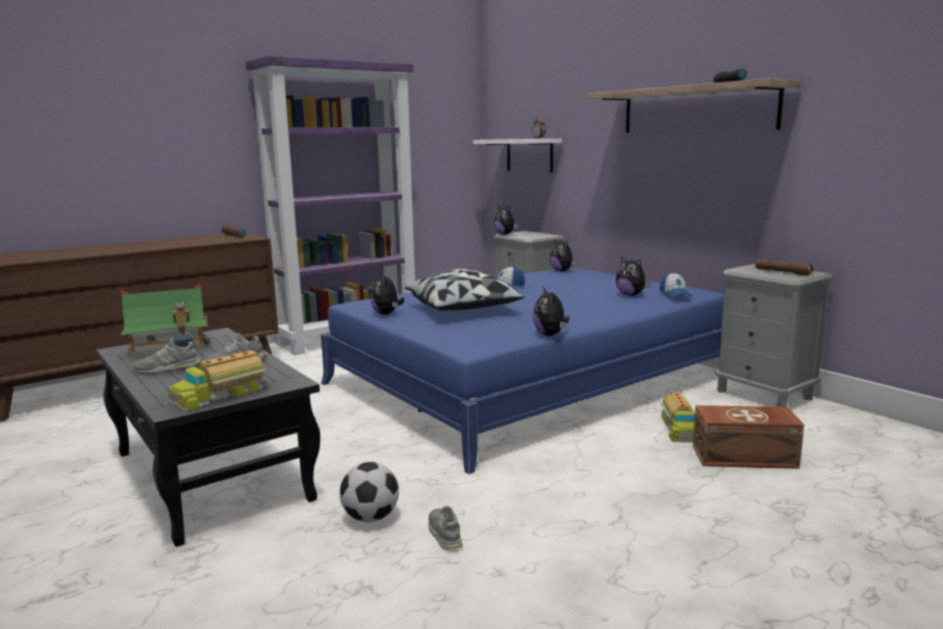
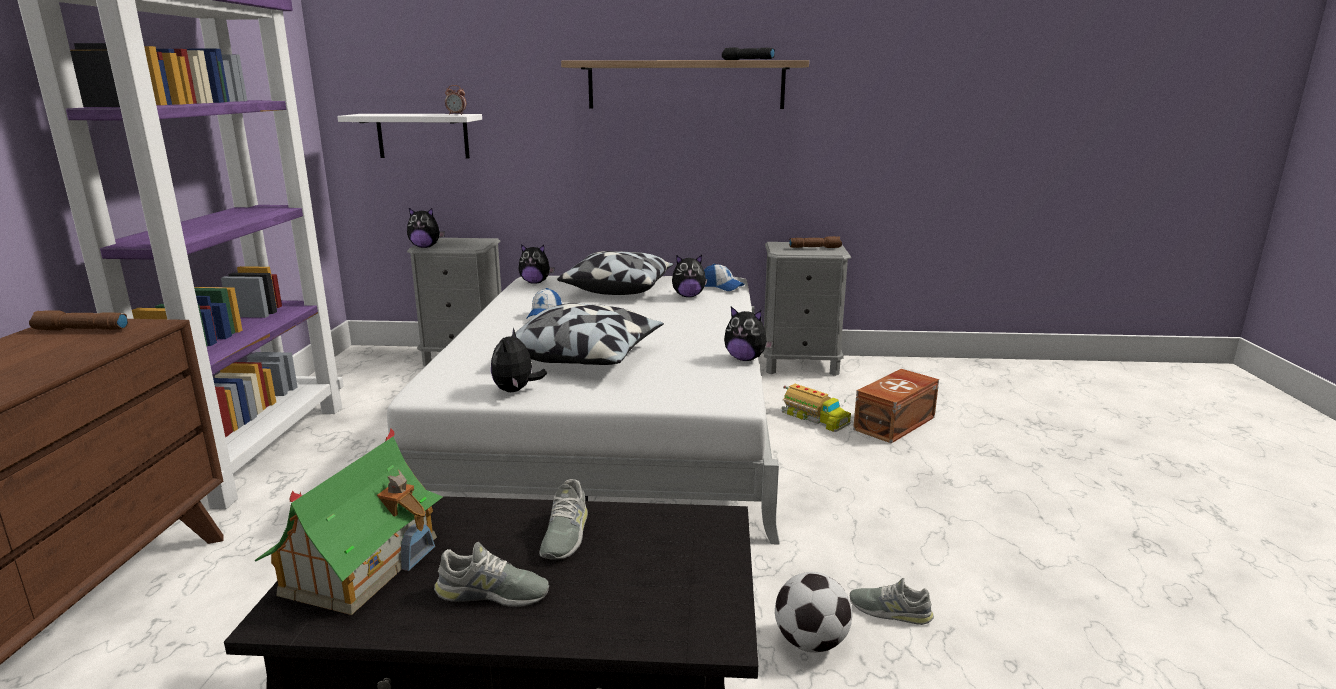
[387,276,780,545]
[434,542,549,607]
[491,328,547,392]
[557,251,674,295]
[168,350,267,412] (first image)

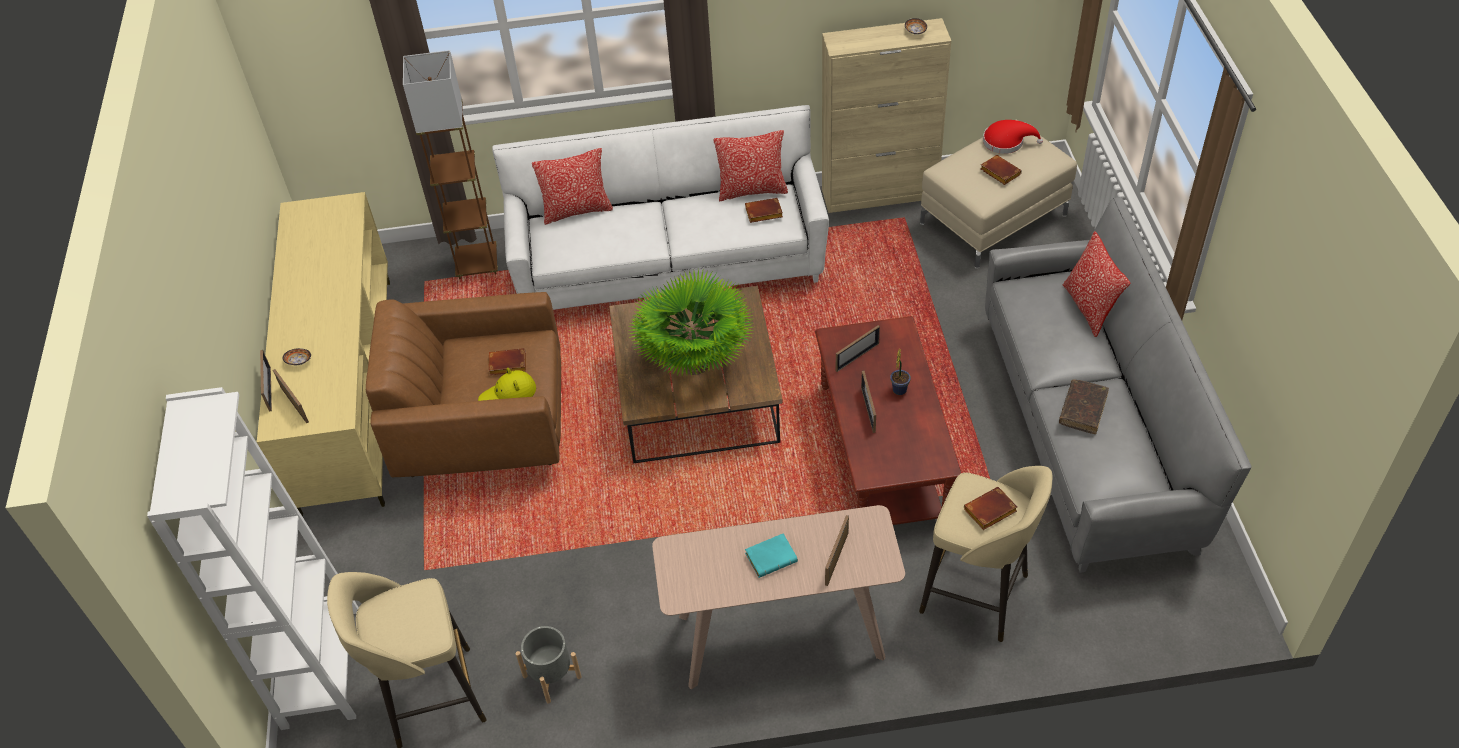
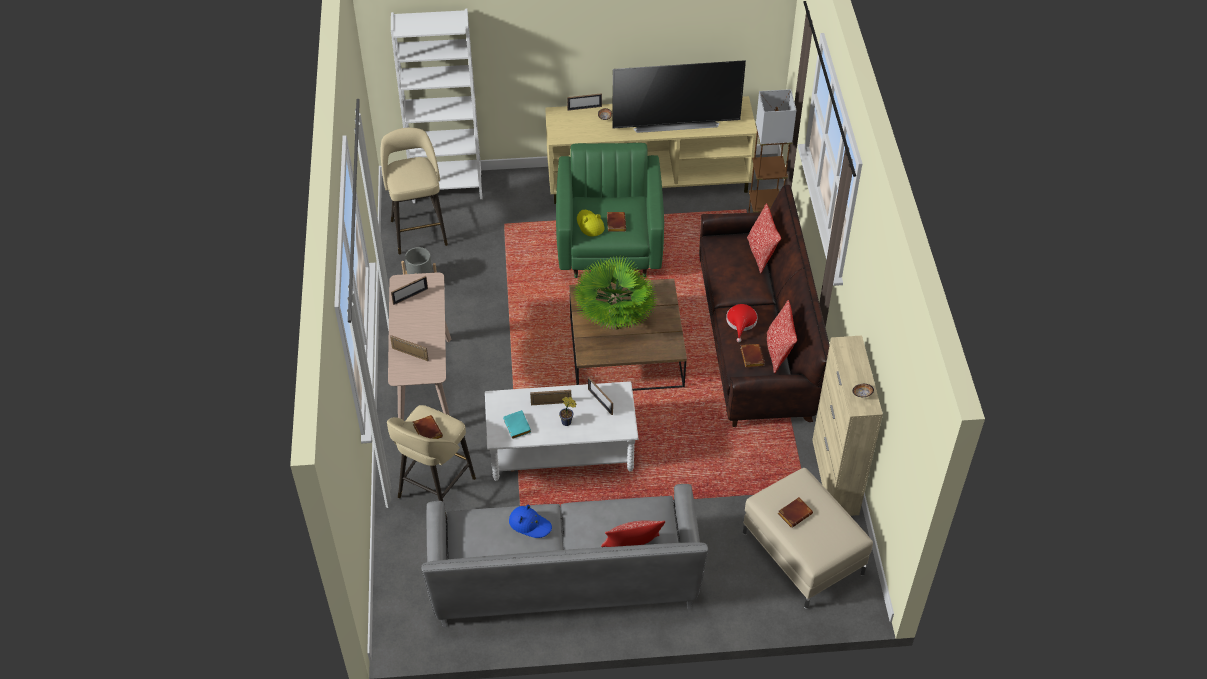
[391,276,428,305]
[485,381,639,481]
[503,410,531,439]
[509,505,552,538]
[556,143,664,278]
[612,60,746,133]
[699,185,830,427]
[726,304,758,342]

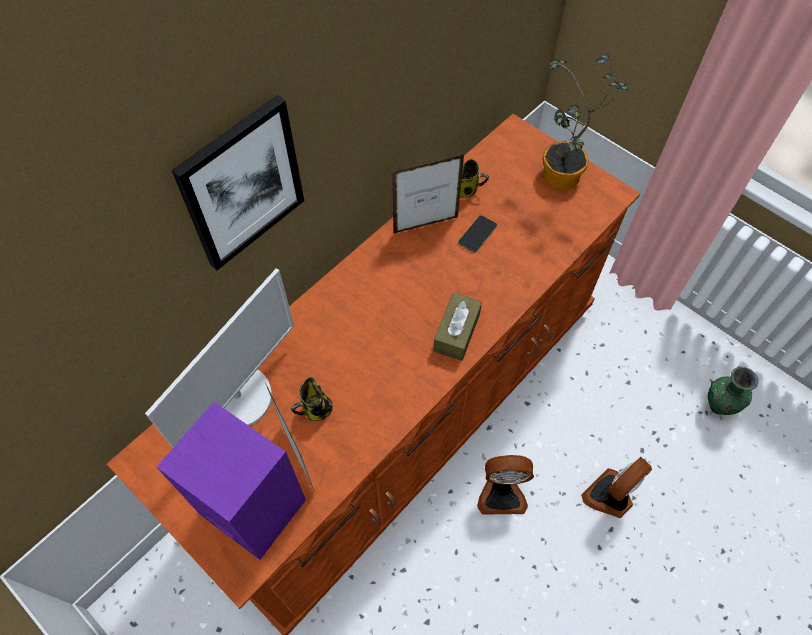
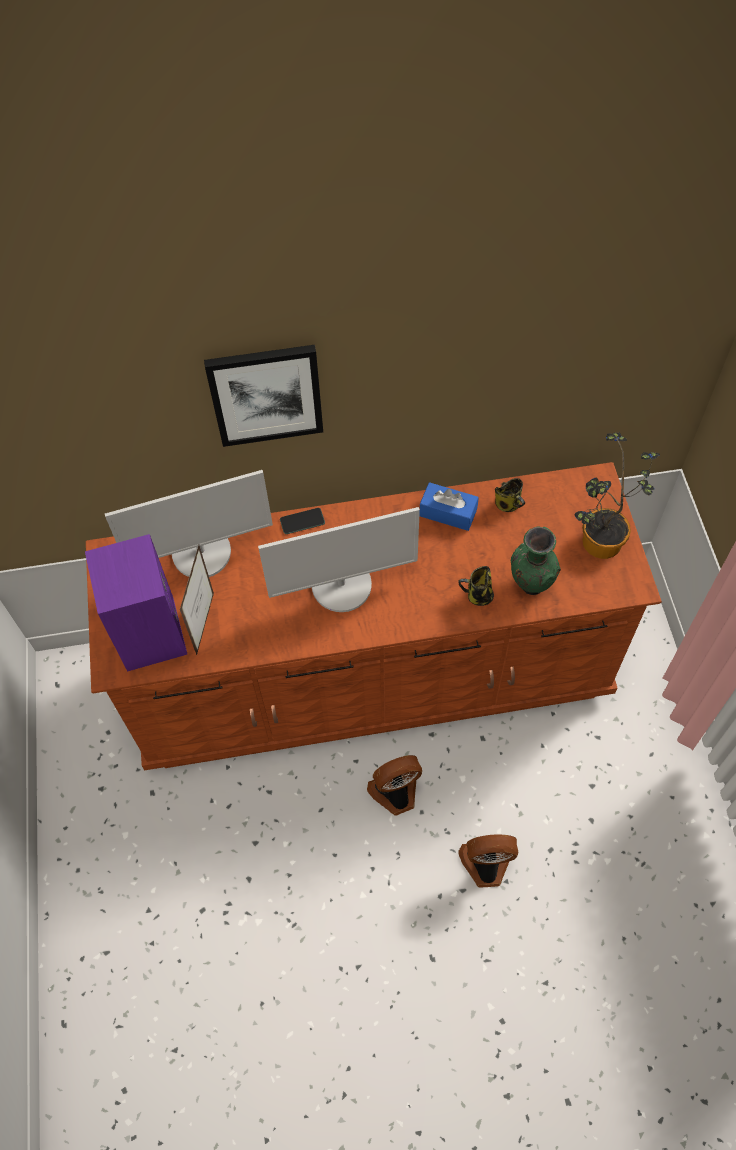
[258,507,420,612]
[280,508,325,534]
[367,755,422,816]
[419,482,479,531]
[459,566,494,606]
[511,526,561,595]
[433,293,482,361] (first image)

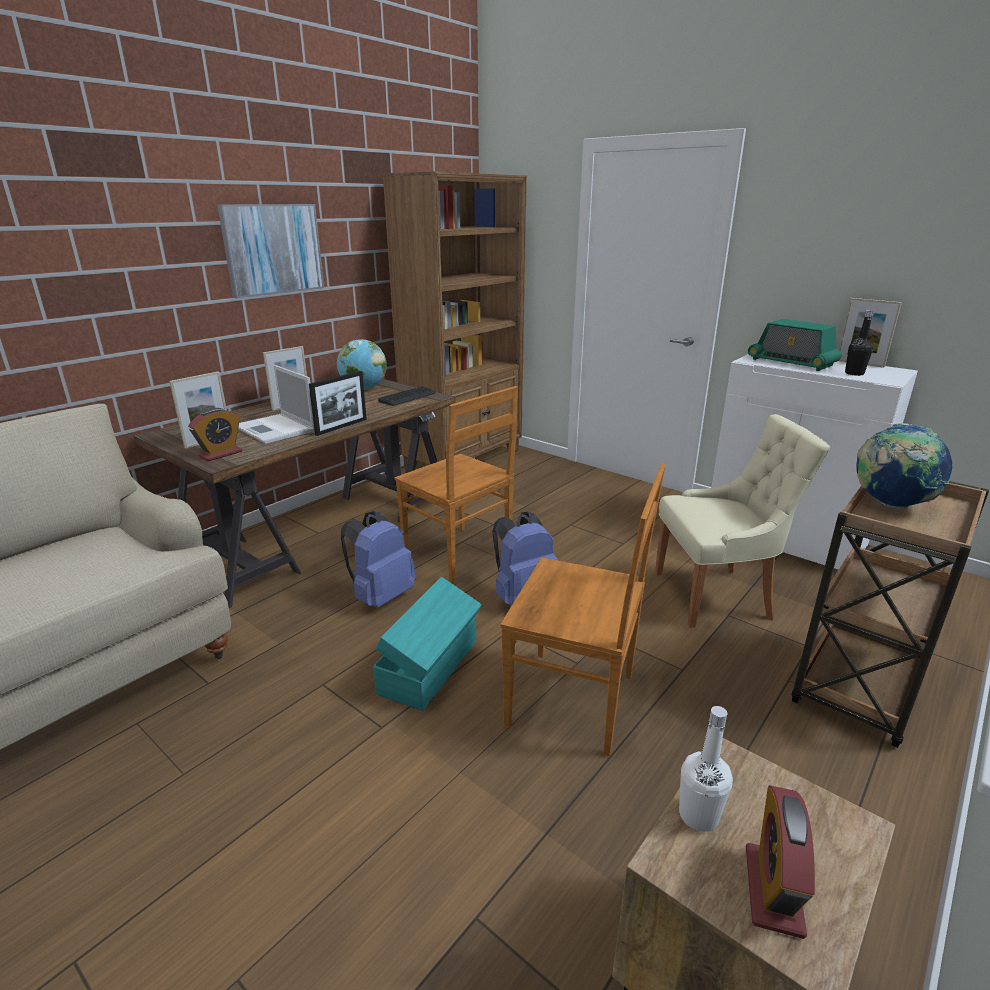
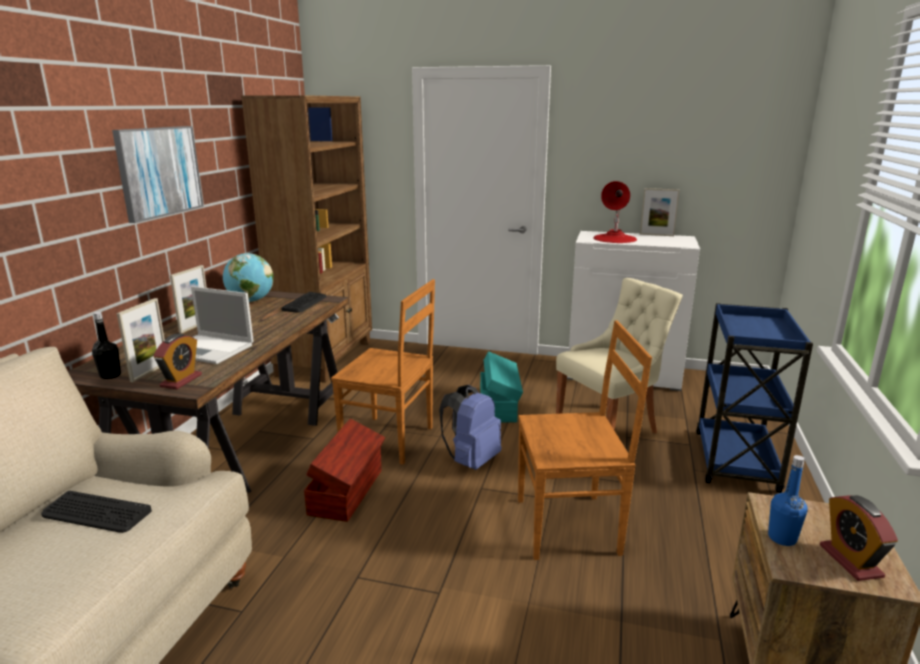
[41,491,152,533]
[92,312,121,379]
[304,419,385,522]
[480,351,523,423]
[593,181,637,243]
[696,303,813,493]
[768,455,808,546]
[309,371,367,436] (first image)
[856,423,952,509] (first image)

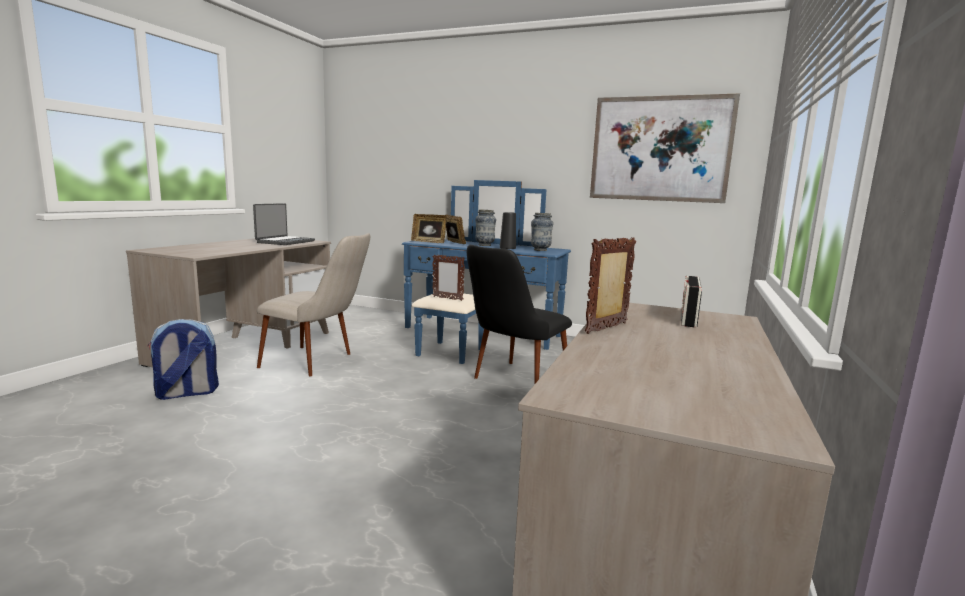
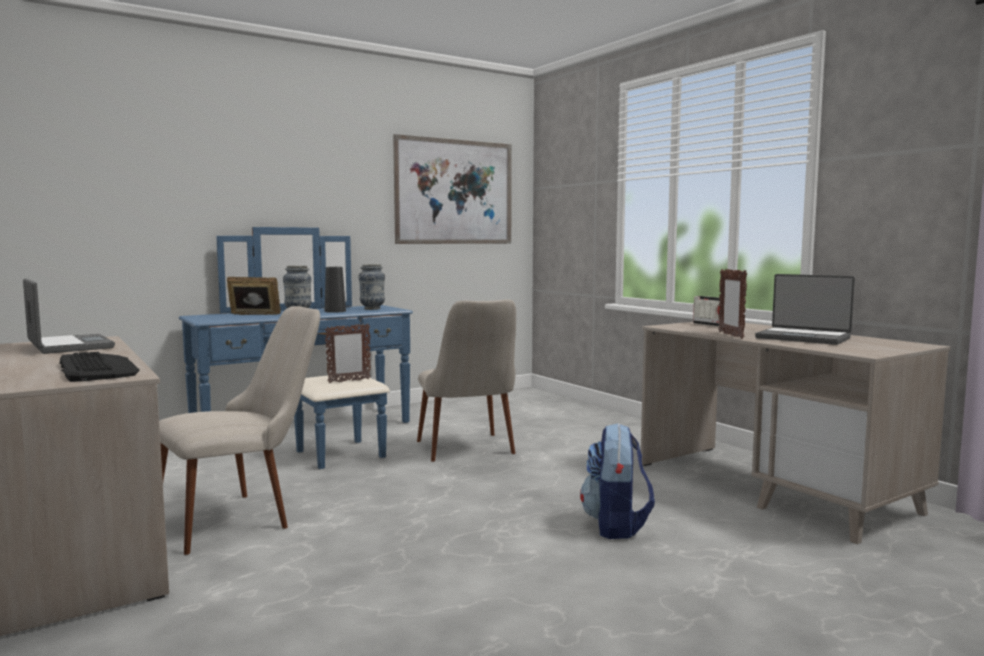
[60,352,139,382]
[417,300,516,462]
[580,423,655,539]
[755,274,855,345]
[411,214,447,243] (first image)

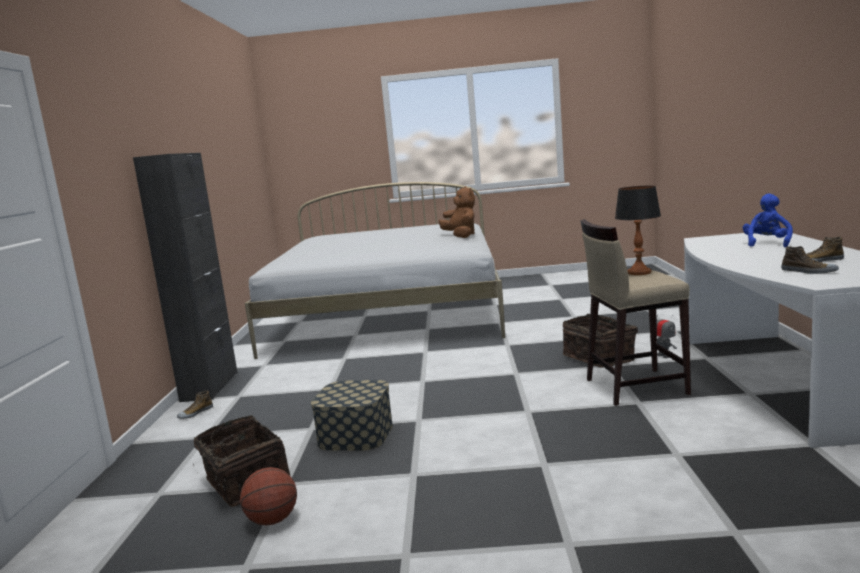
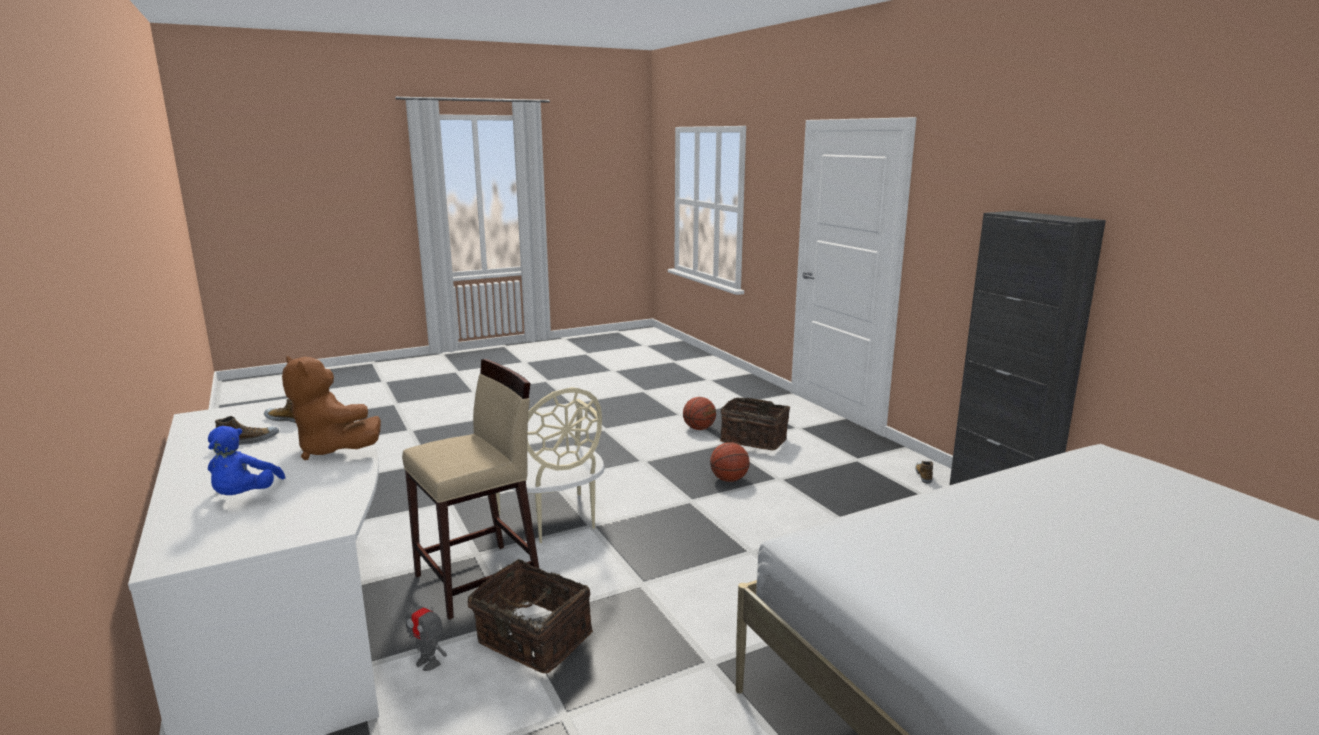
[282,356,381,460]
[496,387,605,543]
[710,443,750,482]
[615,186,661,275] (first image)

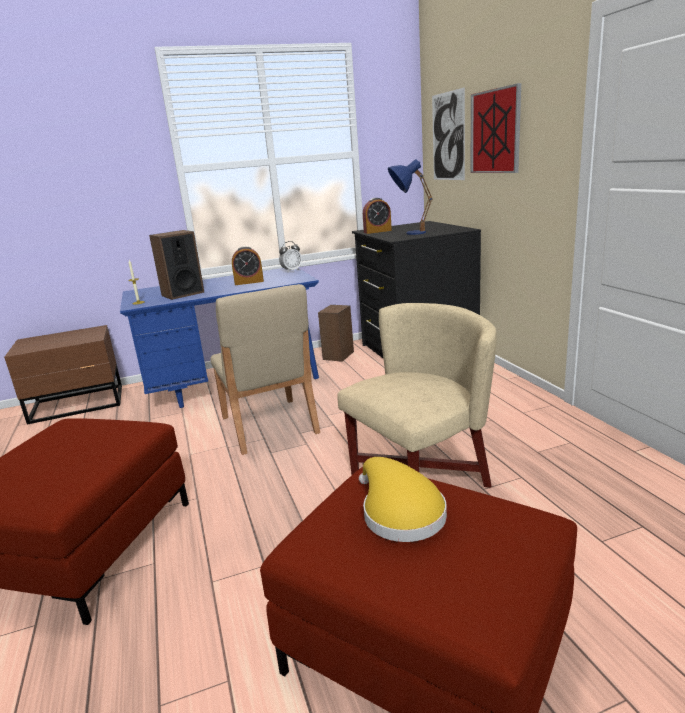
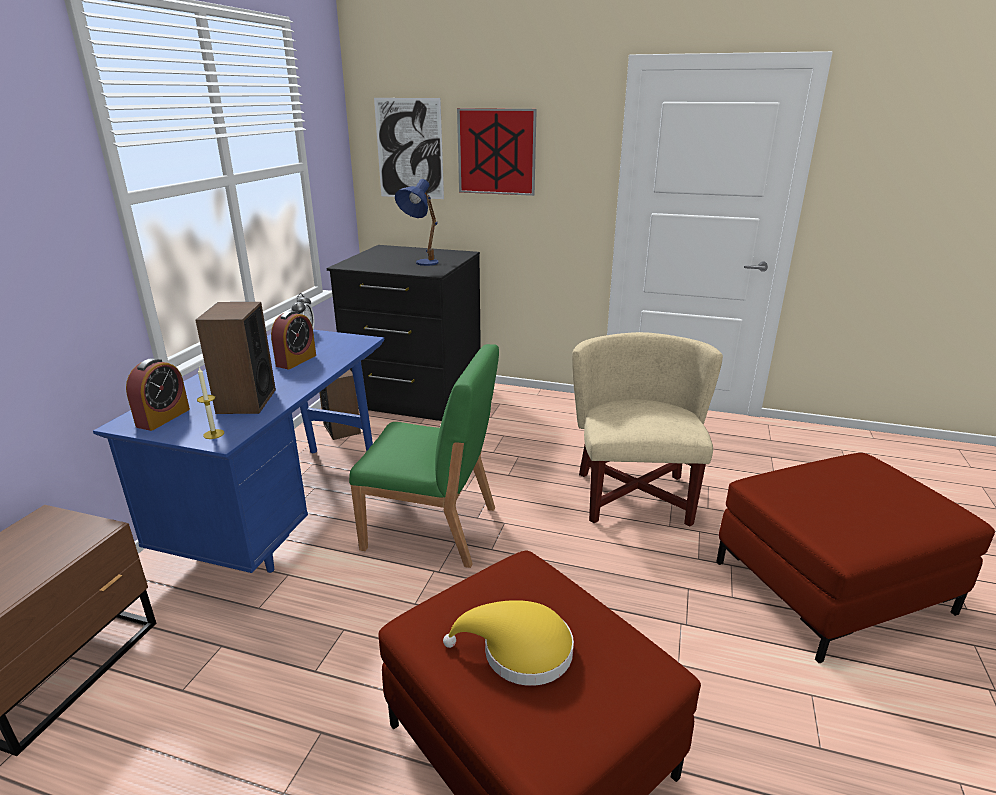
[126,358,190,431]
[349,344,499,568]
[443,600,574,686]

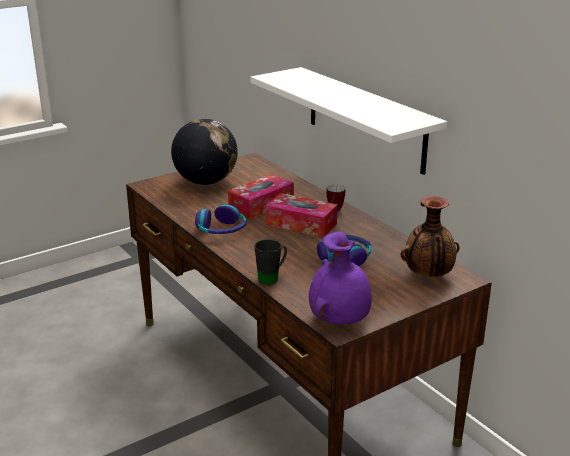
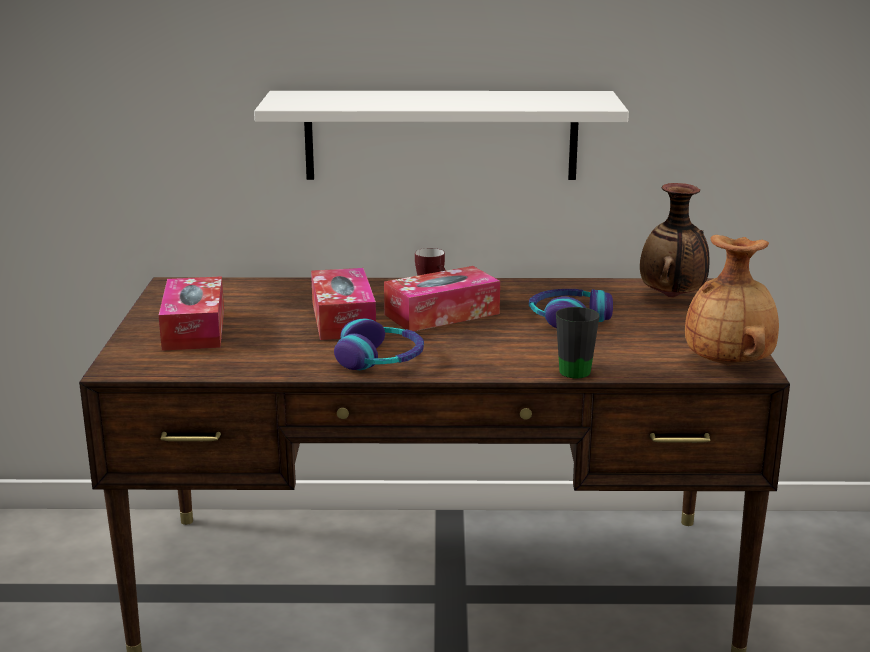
[158,276,224,351]
[685,235,779,365]

